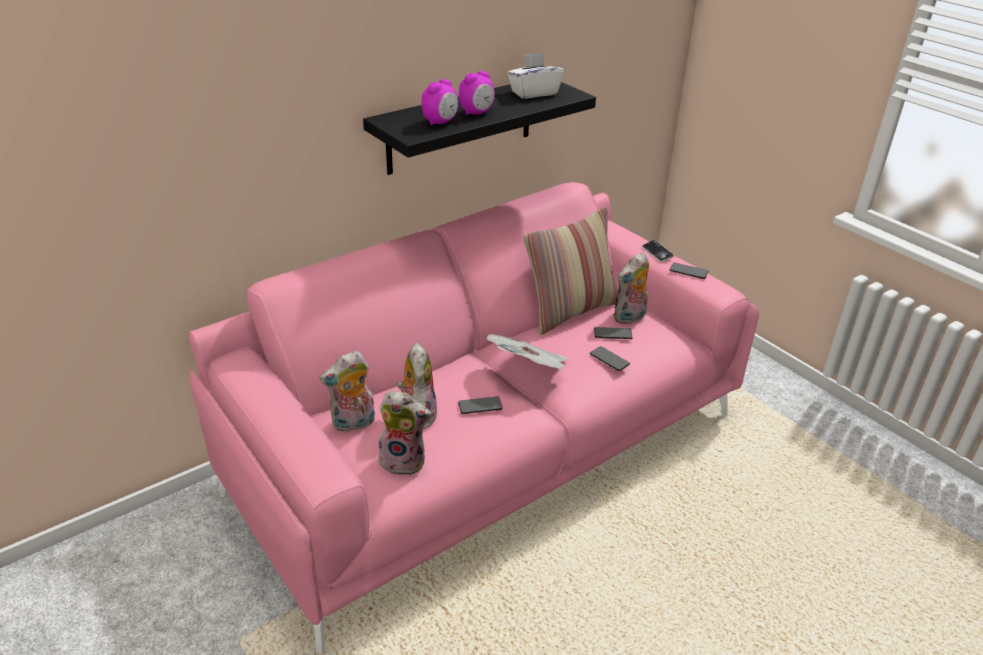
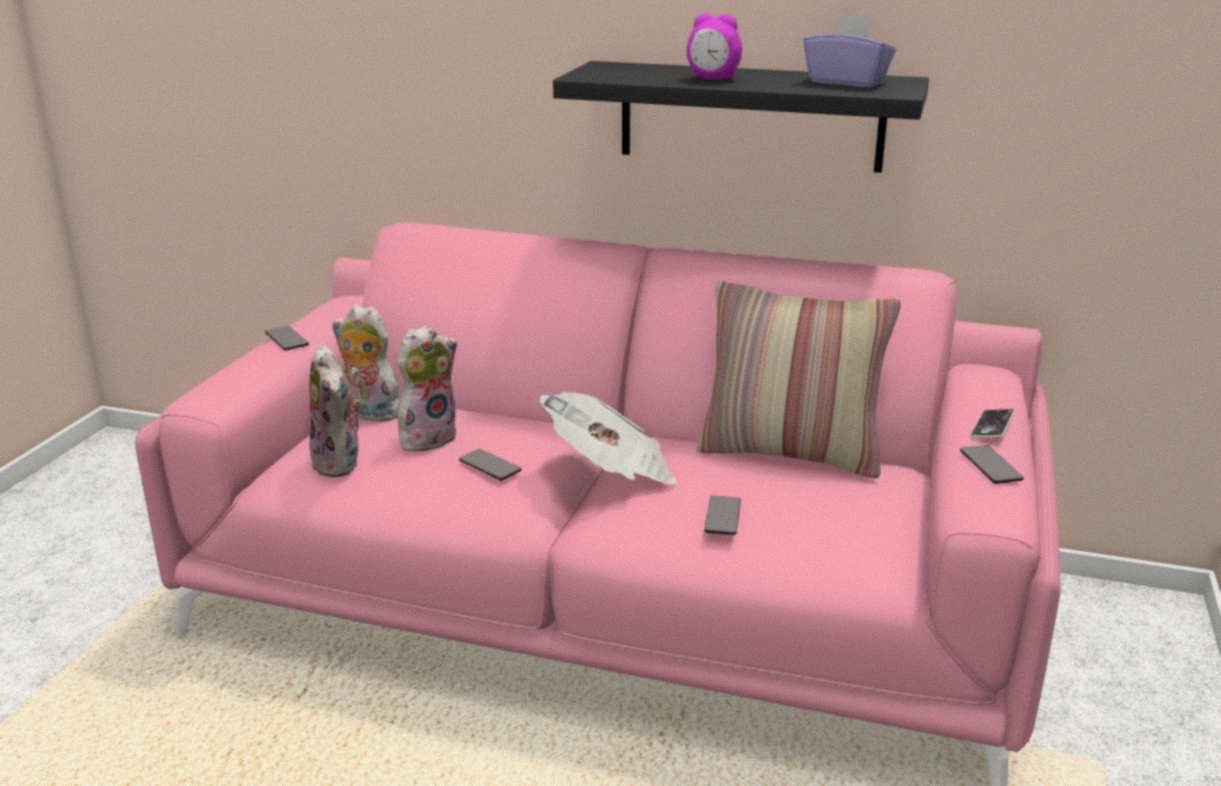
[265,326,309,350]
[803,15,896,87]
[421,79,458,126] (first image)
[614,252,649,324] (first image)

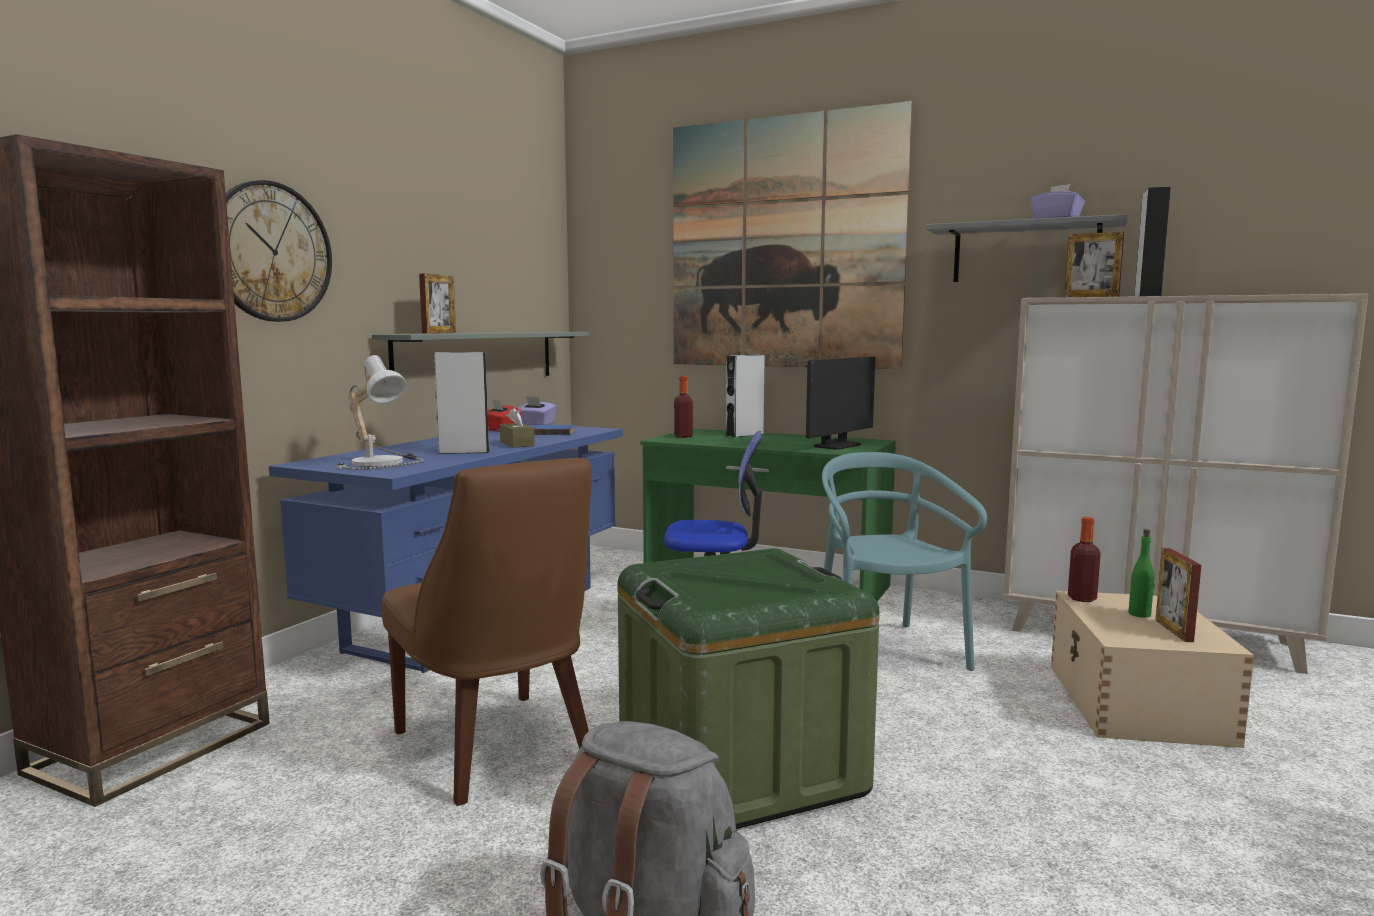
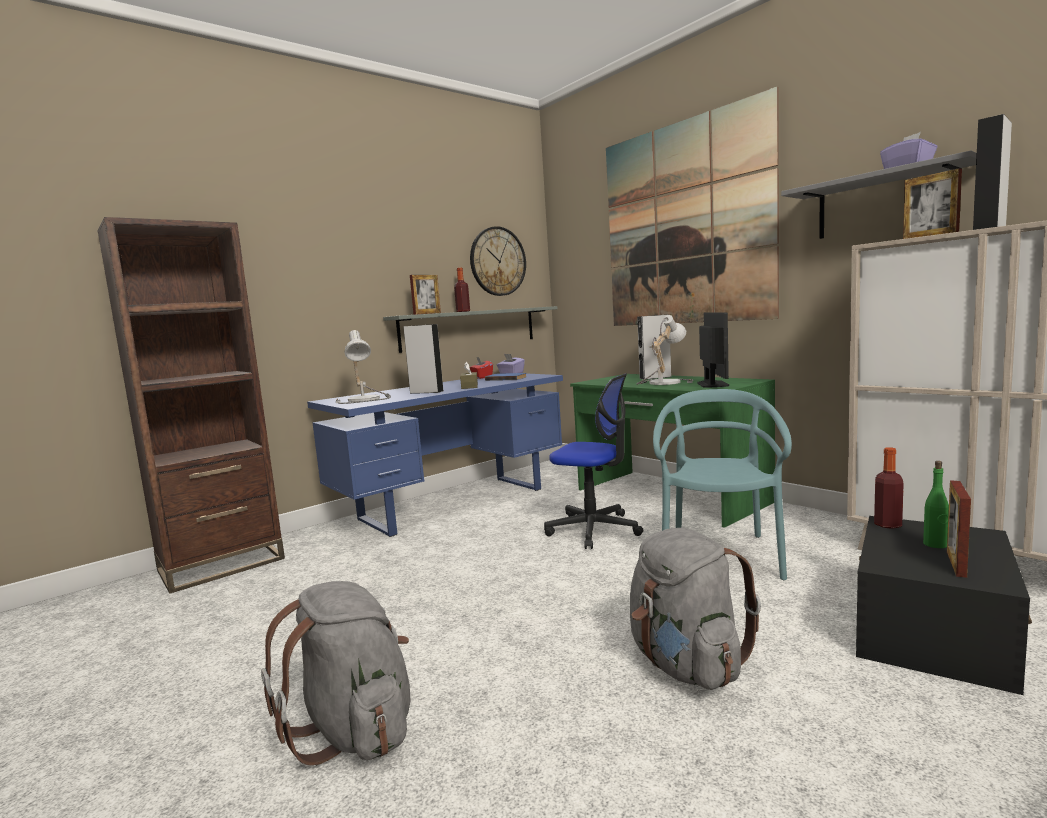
[454,268,470,312]
[470,226,526,296]
[630,528,761,690]
[637,315,694,385]
[697,312,729,388]
[856,516,1032,695]
[382,458,591,806] (first image)
[618,548,880,829] (first image)

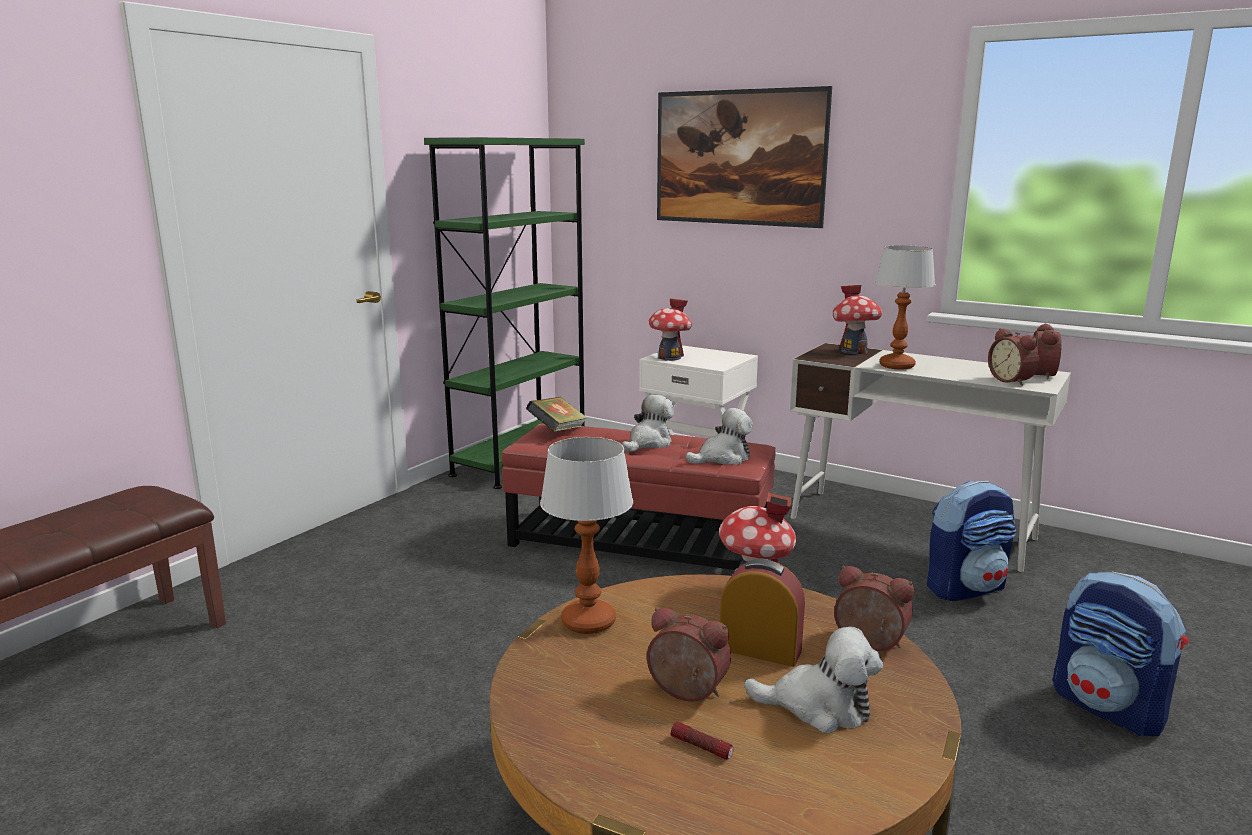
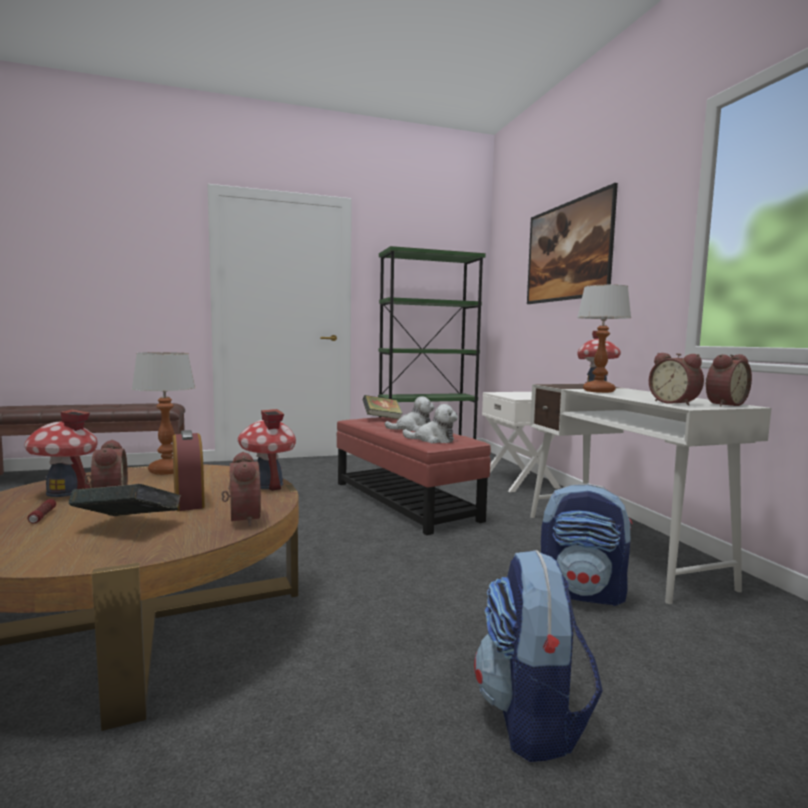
[24,409,98,497]
[69,484,181,516]
[649,353,704,406]

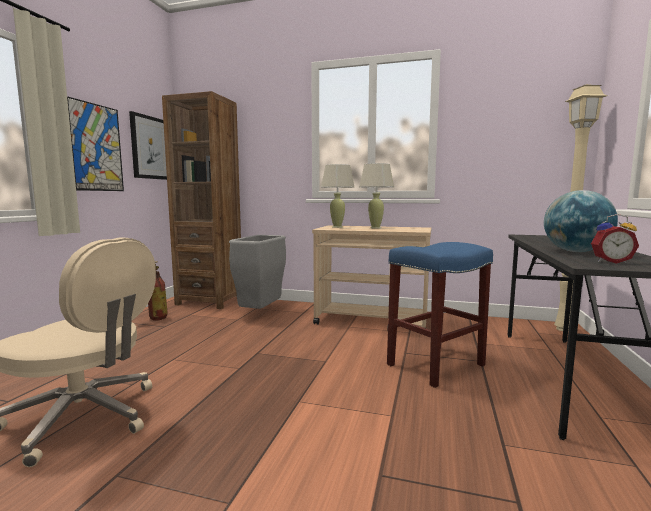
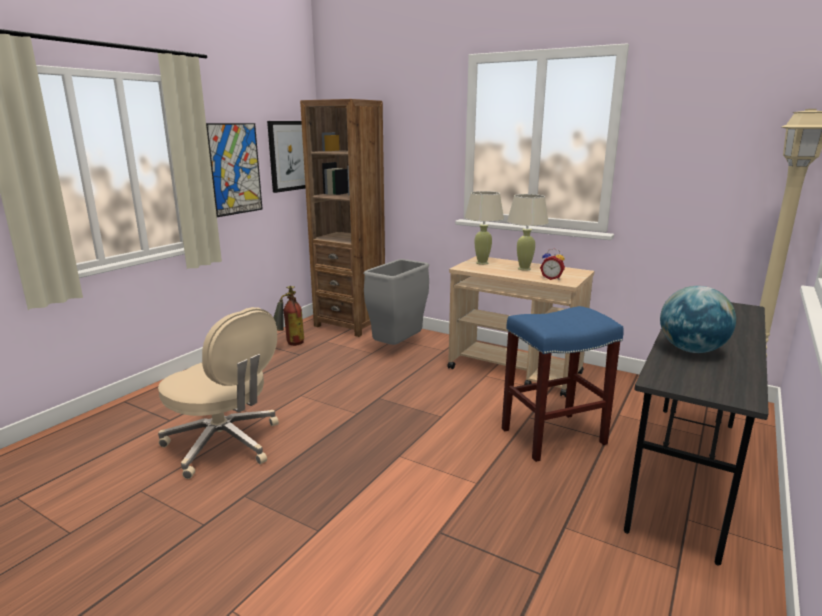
[540,249,565,280]

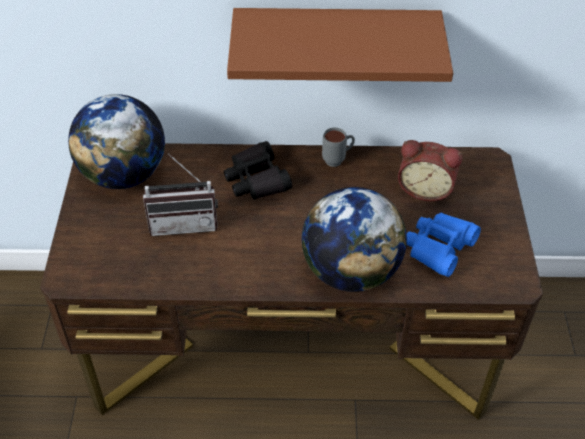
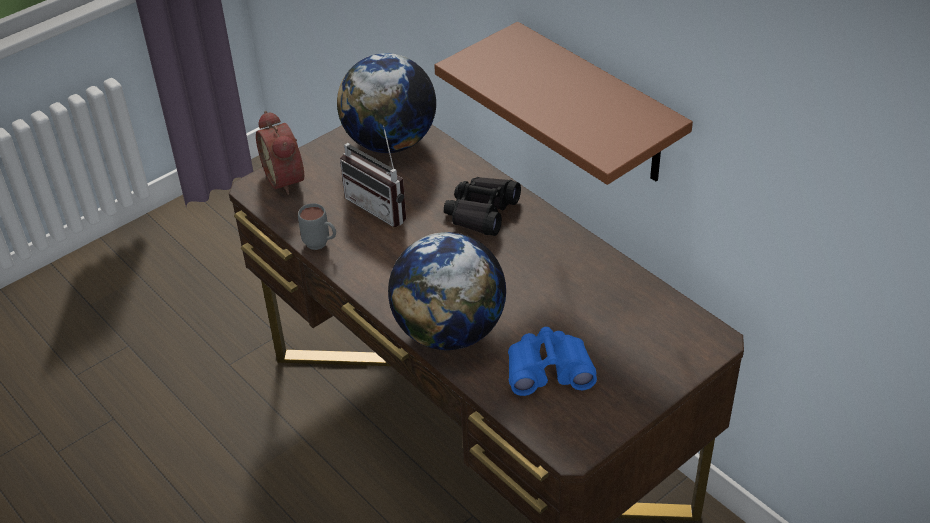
[256,111,304,195]
[298,203,336,250]

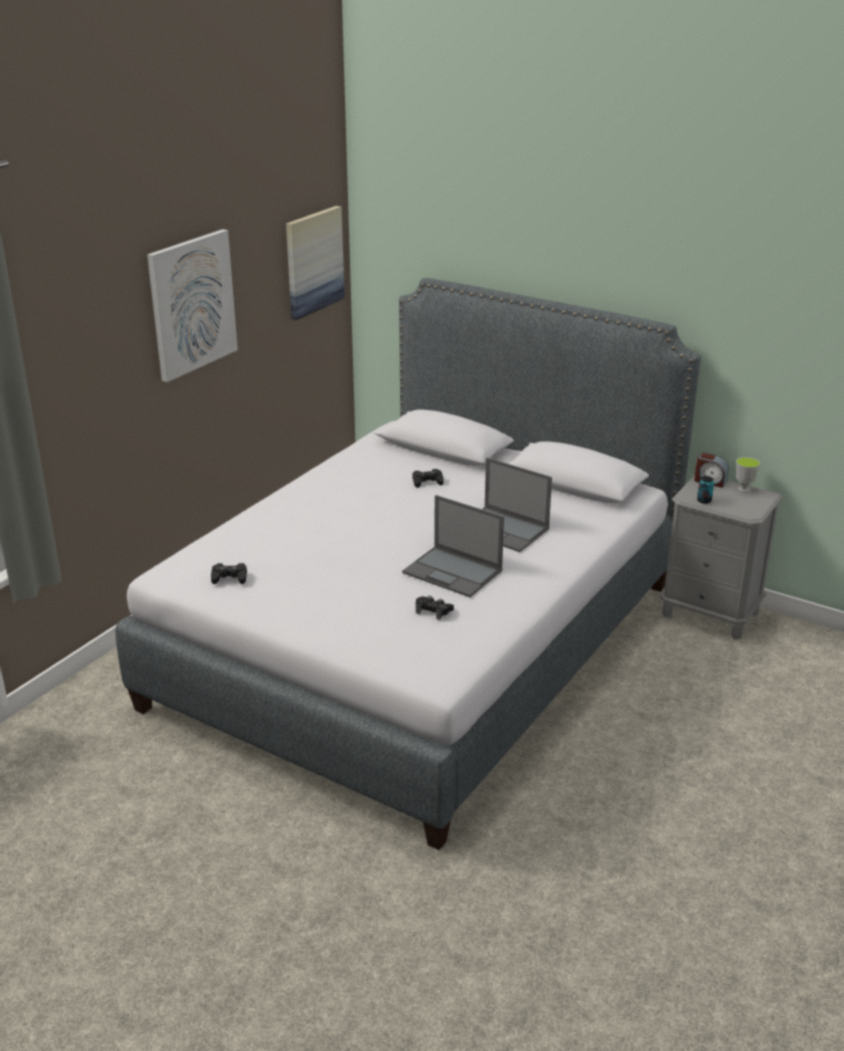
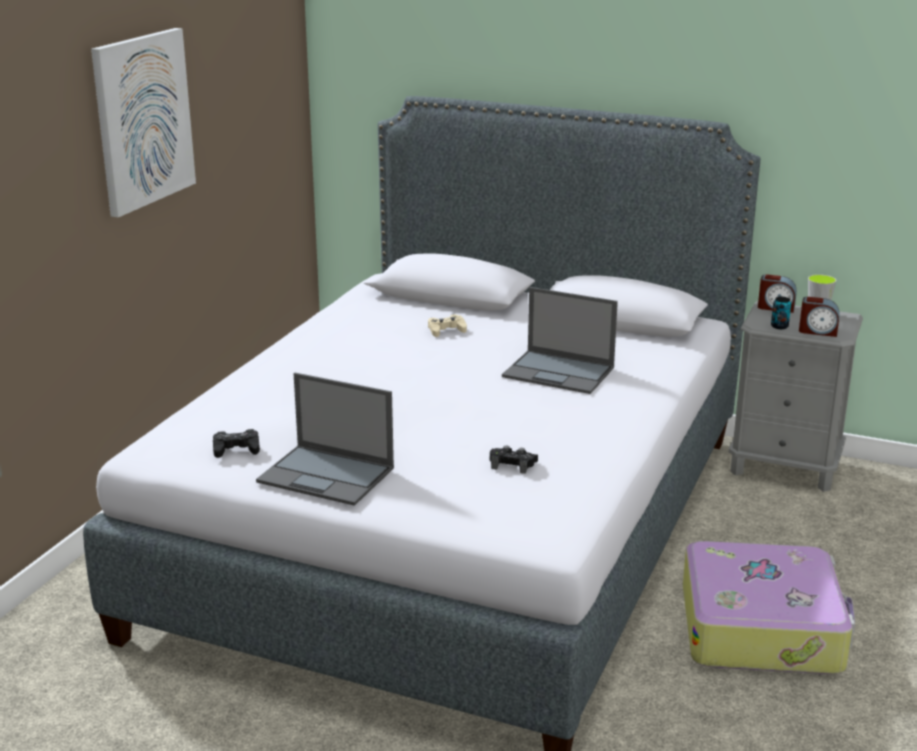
[256,373,394,506]
[428,314,467,337]
[683,541,855,674]
[799,297,840,337]
[286,206,345,320] (first image)

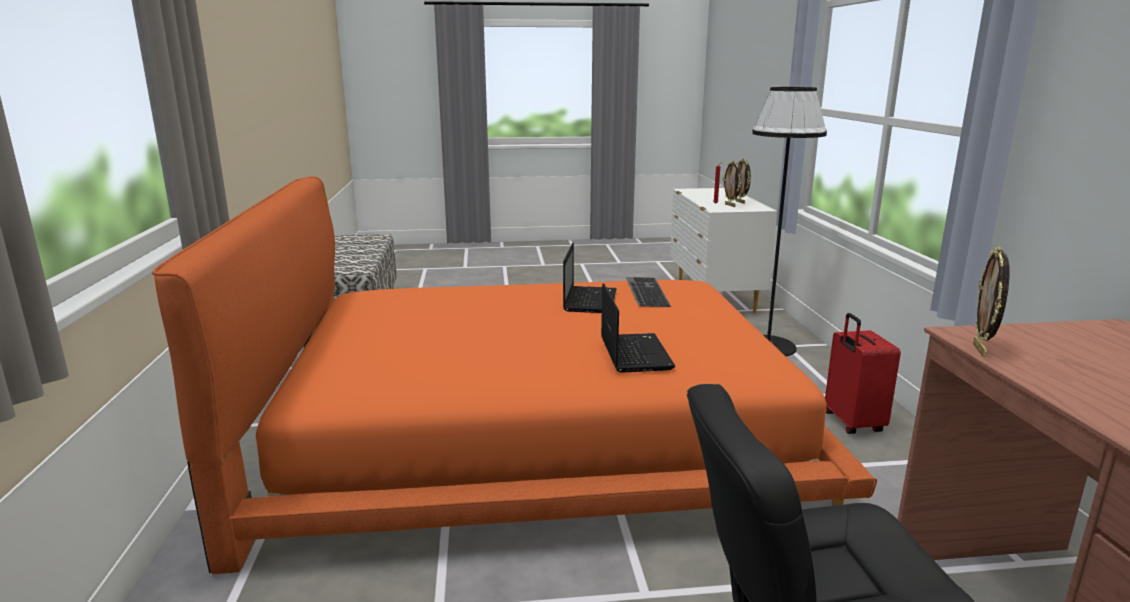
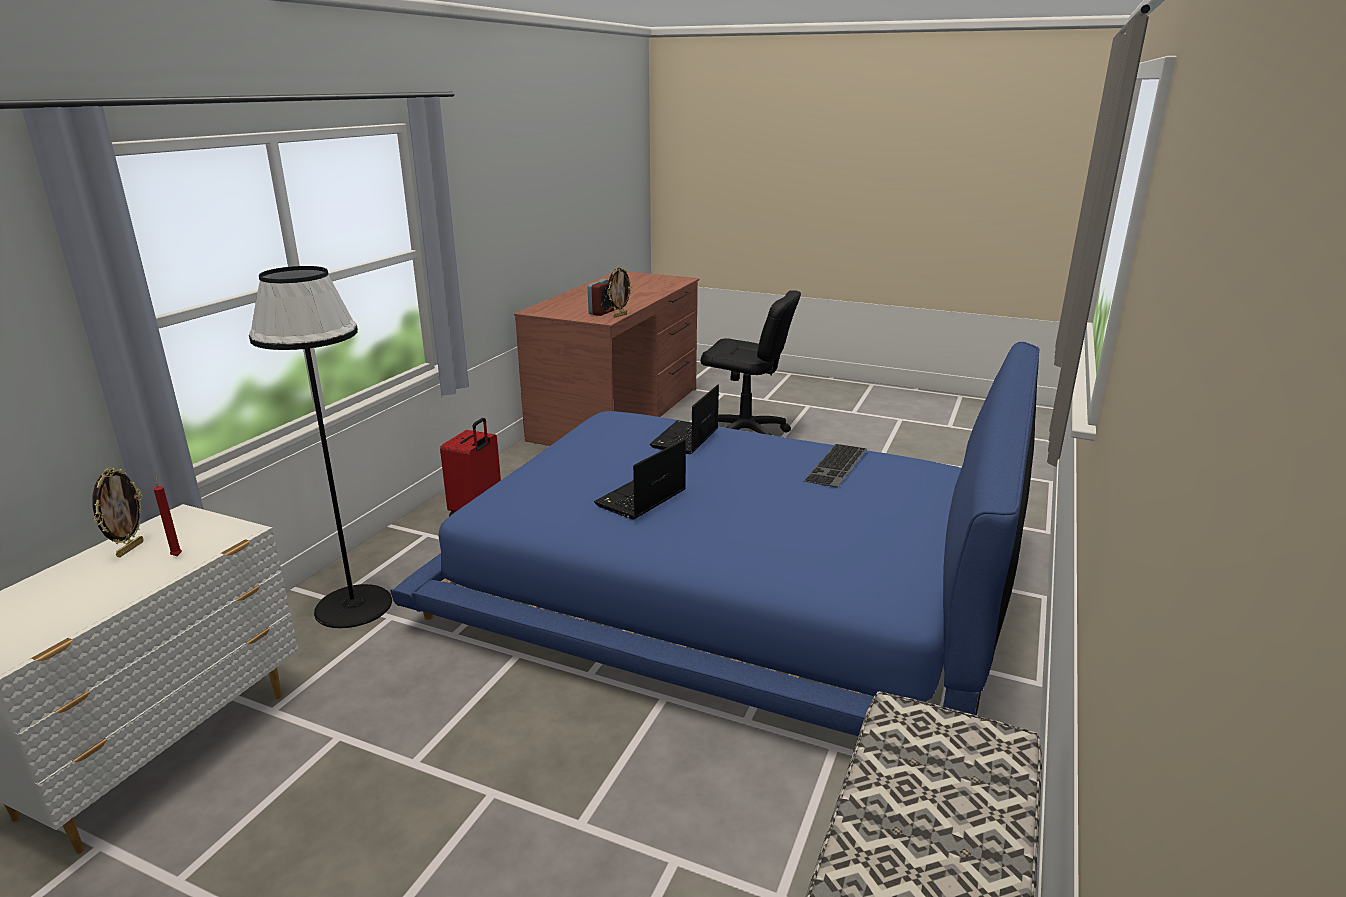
[390,342,1040,736]
[587,279,614,316]
[804,444,867,488]
[723,160,742,207] (first image)

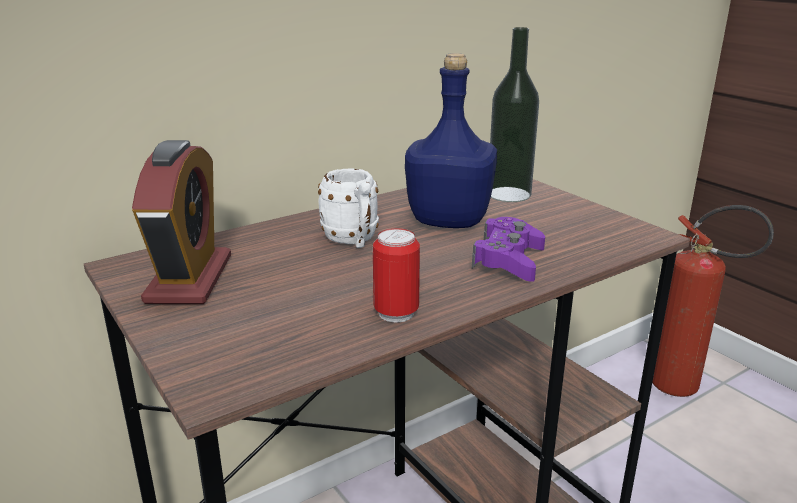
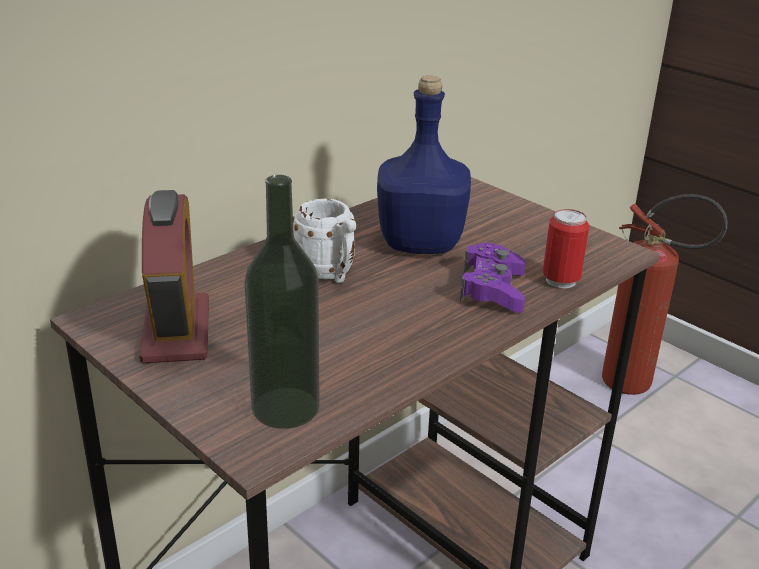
[244,175,319,429]
[543,209,589,288]

